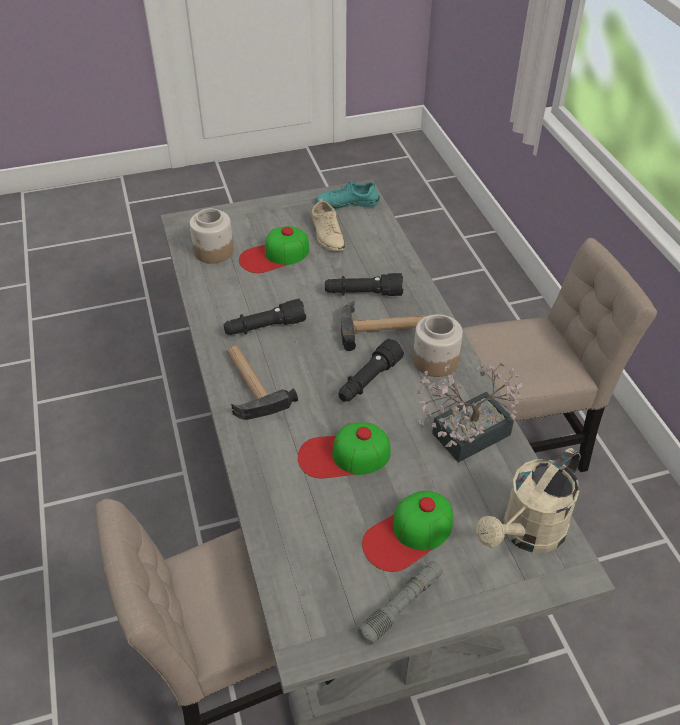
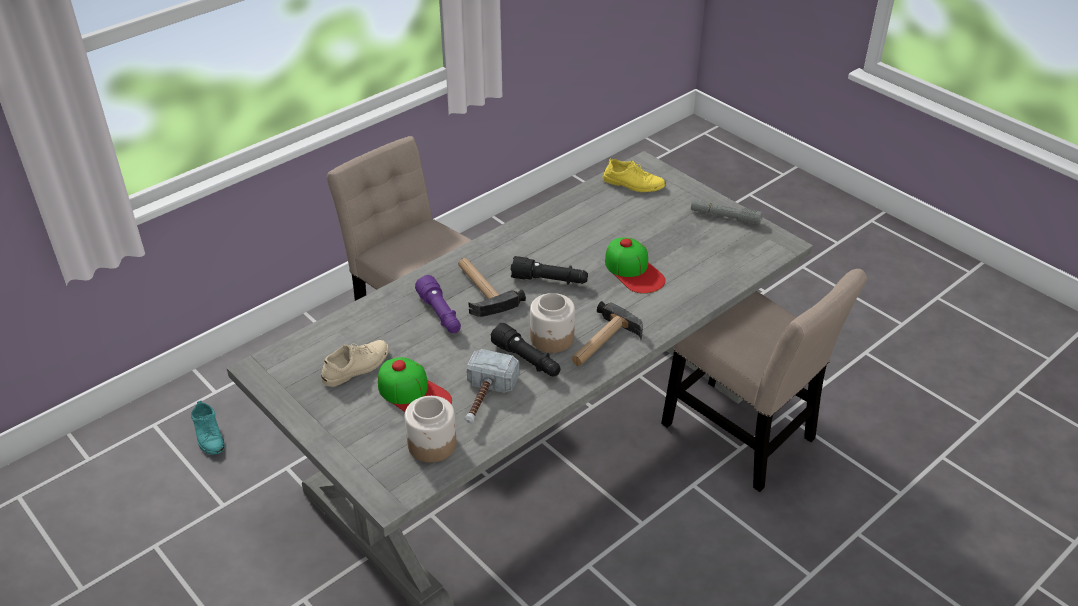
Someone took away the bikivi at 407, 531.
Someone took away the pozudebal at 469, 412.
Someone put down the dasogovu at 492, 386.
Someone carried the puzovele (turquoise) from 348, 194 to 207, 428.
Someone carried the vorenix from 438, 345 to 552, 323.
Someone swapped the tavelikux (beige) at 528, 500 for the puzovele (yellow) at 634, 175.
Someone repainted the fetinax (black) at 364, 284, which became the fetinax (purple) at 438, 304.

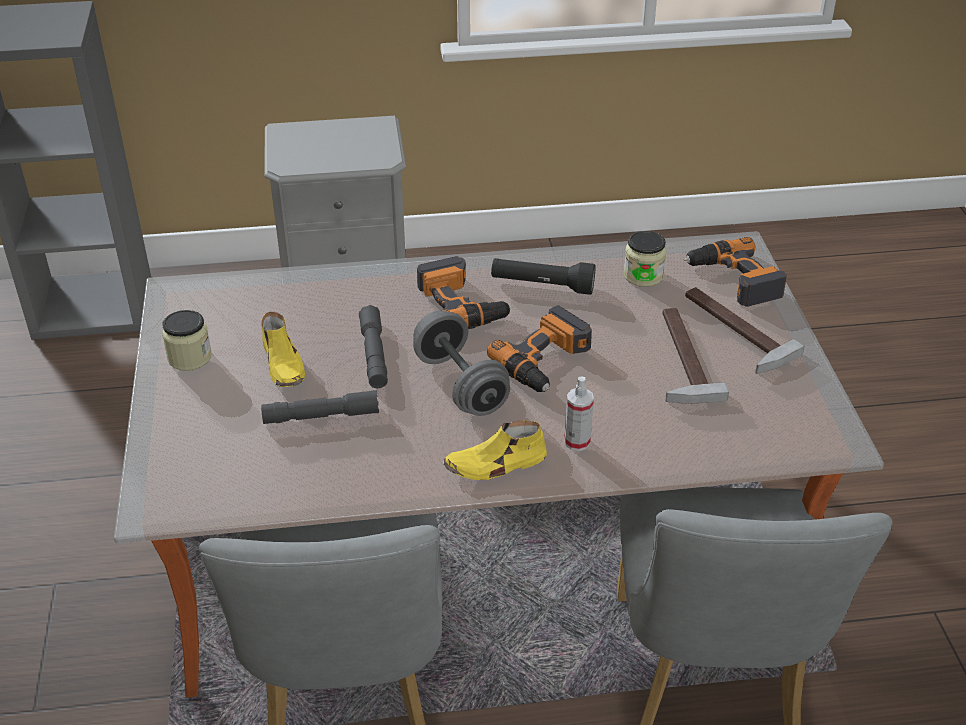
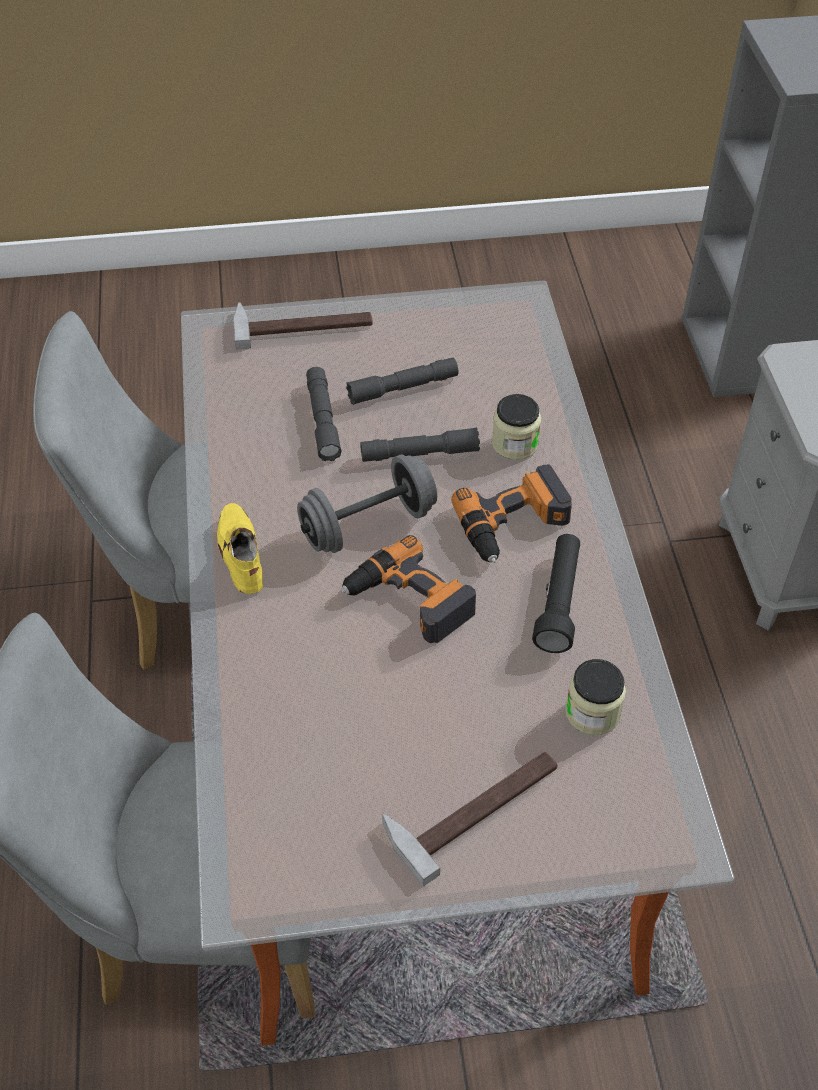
Someone took away the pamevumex at 579, 414.
Someone took away the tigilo at 735, 272.
Someone carried the vorenix from 187, 340 to 516, 427.
Someone carried the dasogovu from 695, 356 to 303, 326.
Someone swapped the puzovele (yellow) at 283, 349 for the fetinax (grey) at 402, 381.

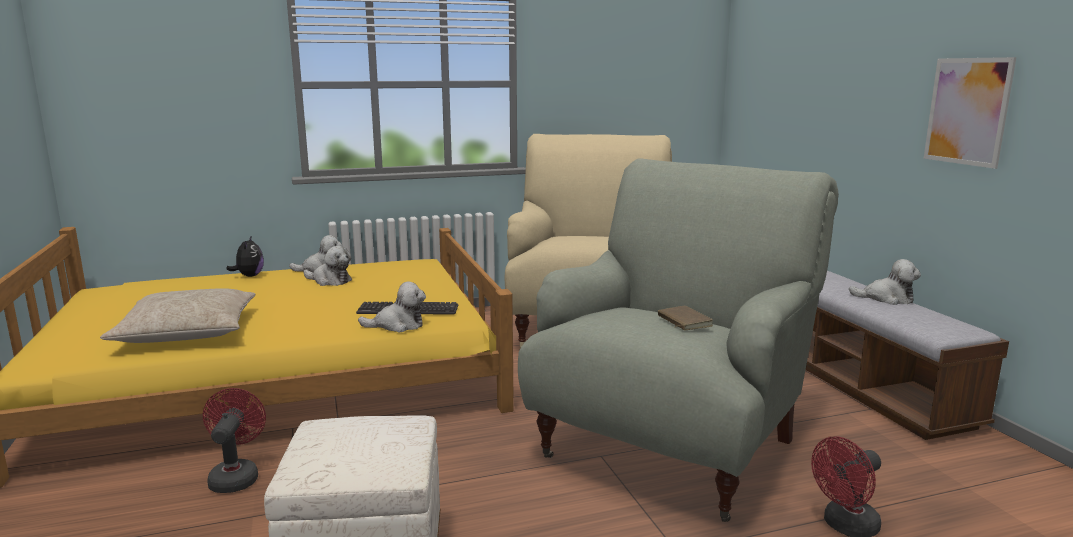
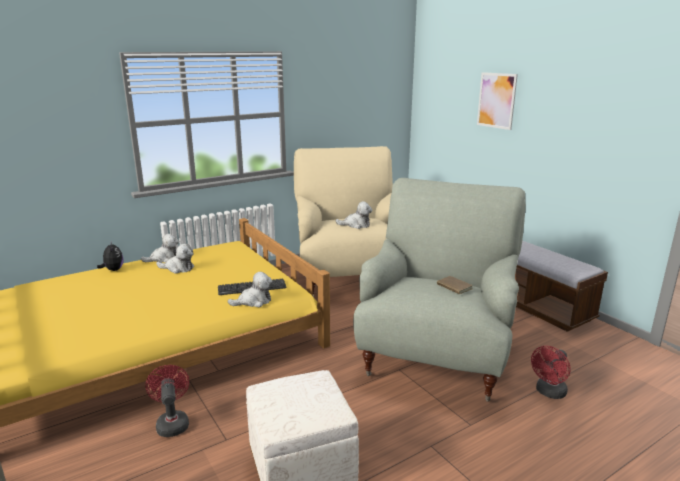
Someone took away the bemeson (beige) at 178, 315.
Someone carried the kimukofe from 885, 282 to 354, 215.
Someone carried the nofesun from 969, 113 to 497, 101.

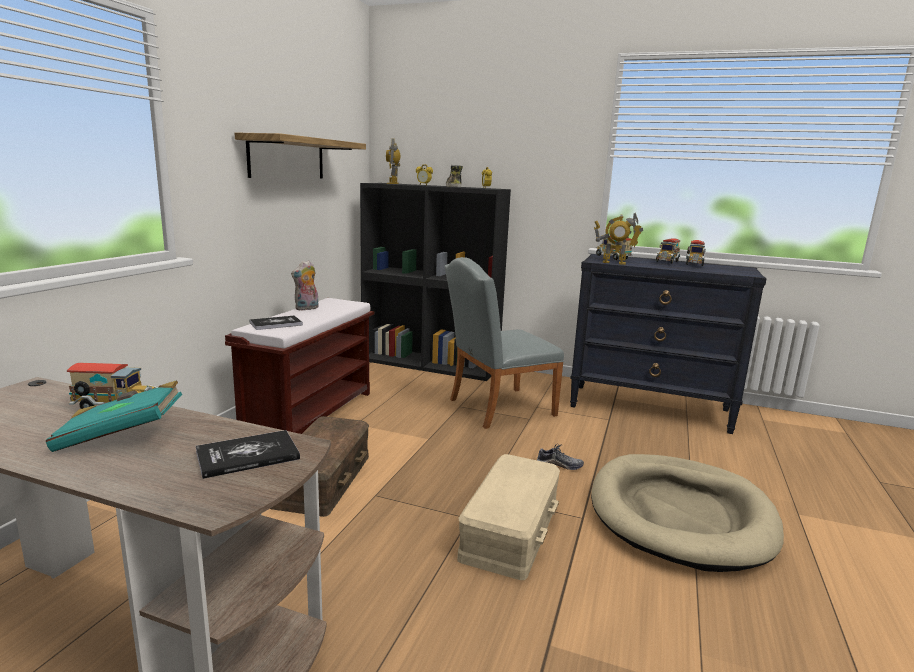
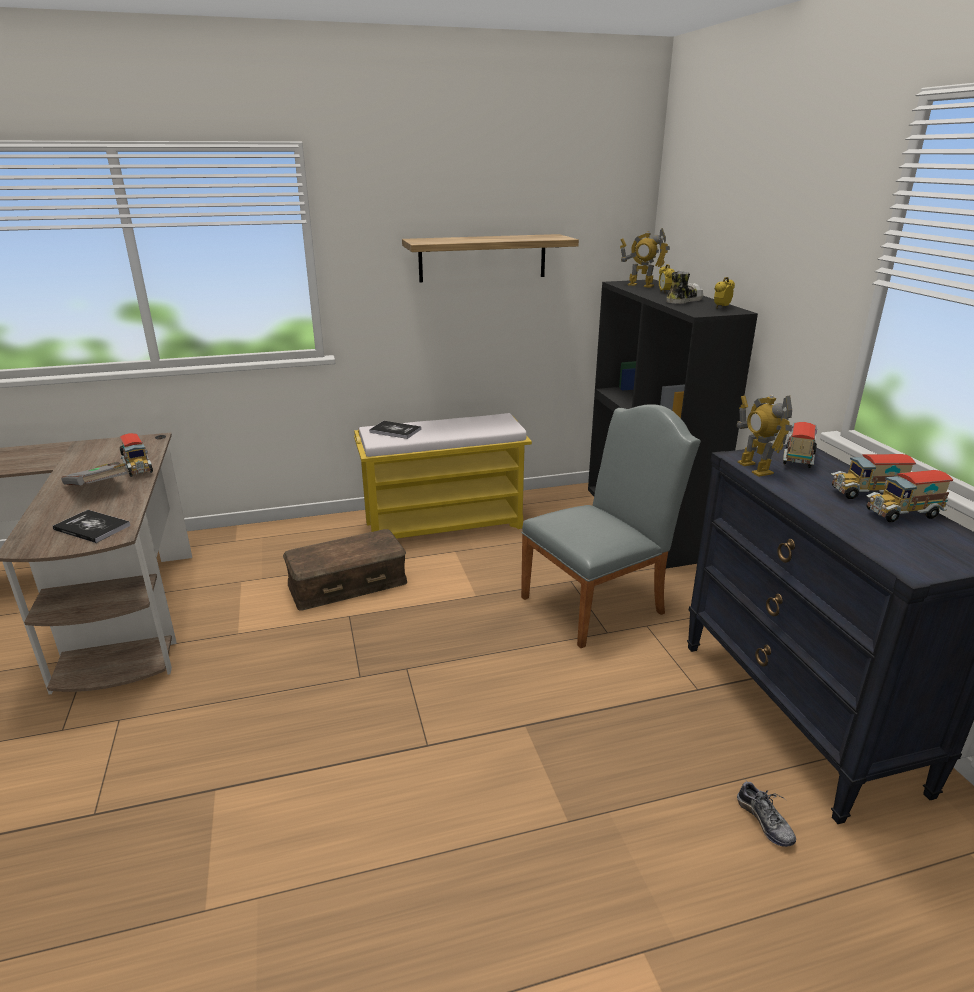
Someone took away the kimukofe at 305, 285.
Someone took away the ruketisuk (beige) at 508, 517.
Someone took away the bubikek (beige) at 687, 513.
Someone carried the puzovele from 560, 457 to 766, 812.
Someone repainted the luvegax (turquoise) at 114, 416, which became the luvegax (grey) at 94, 474.
Someone repainted the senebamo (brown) at 299, 366, which became the senebamo (yellow) at 443, 476.
Someone rotated the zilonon at 393, 161 by 120 degrees counterclockwise.
Someone rotated the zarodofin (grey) at 504, 343 by 120 degrees clockwise.

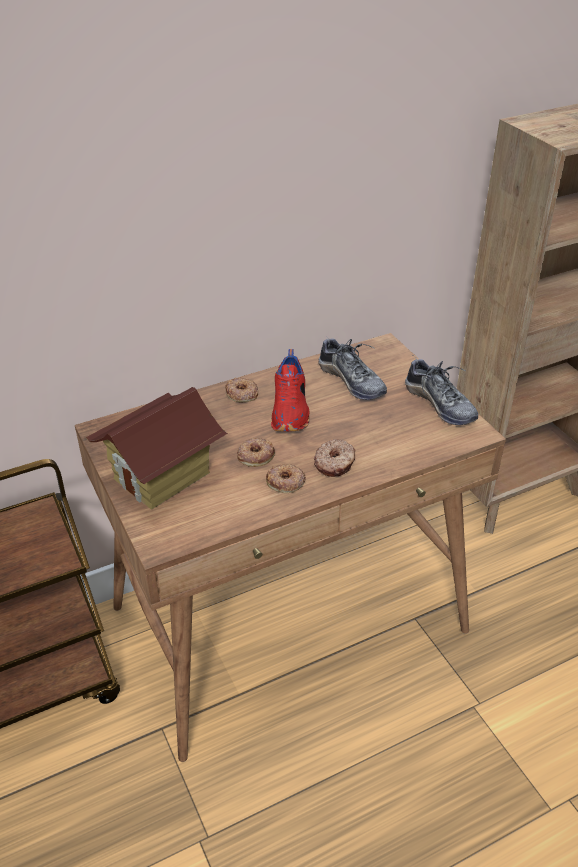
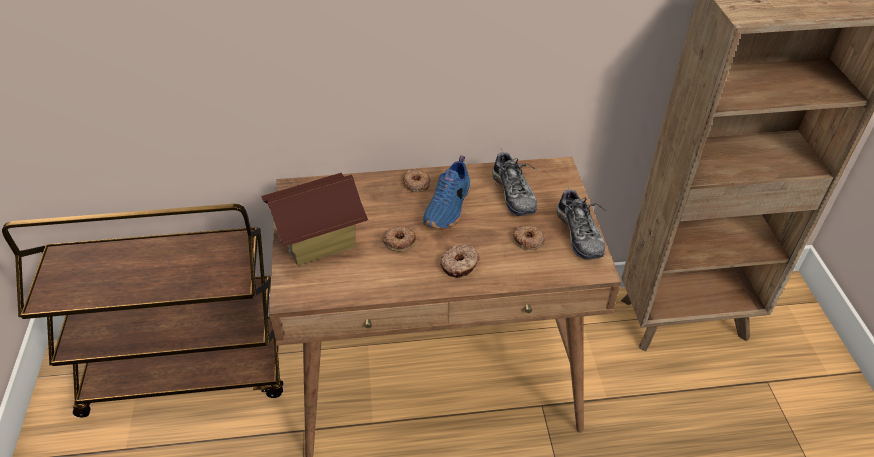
Someone carried the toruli from 286, 478 to 529, 237.
Someone repainted the puzovele (red) at 290, 390, which became the puzovele (blue) at 446, 192.

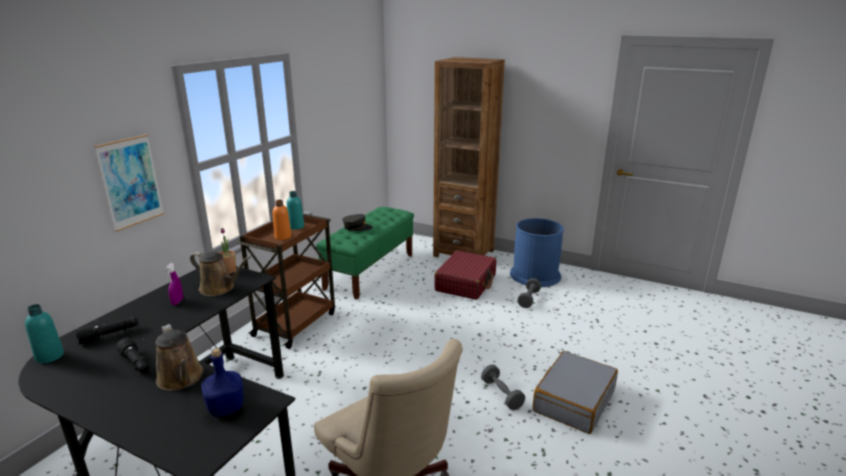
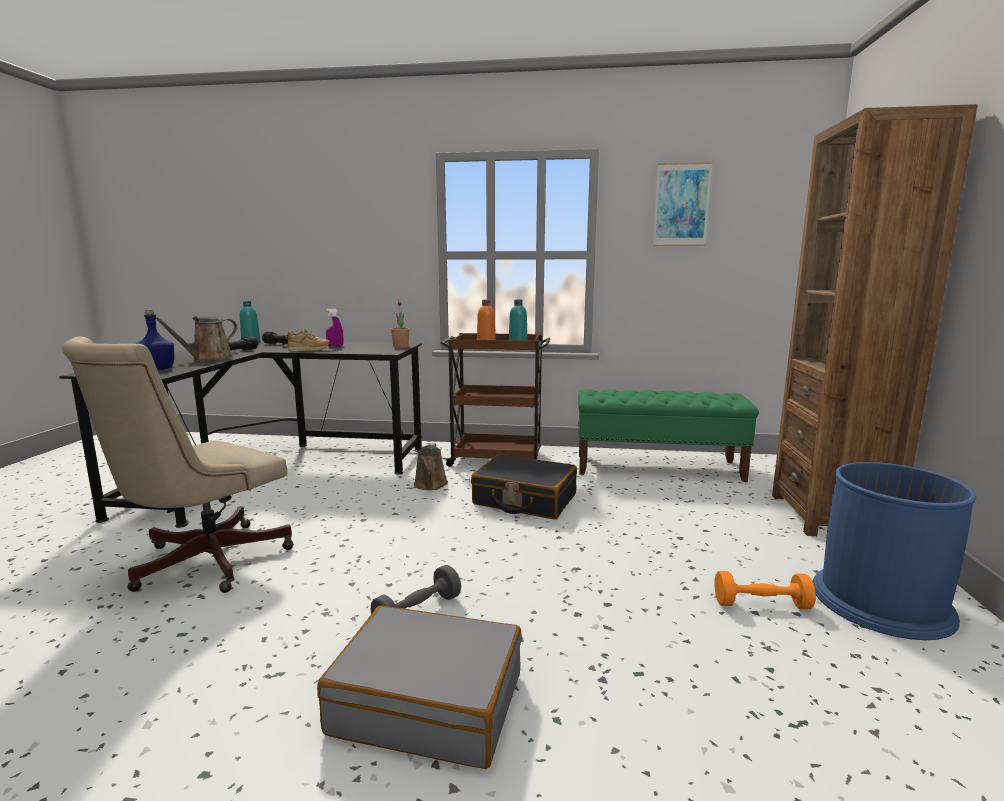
Someone took away the bikivi (grey) at 357, 222.
Someone took away the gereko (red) at 465, 275.
Someone put down the puzovele (beige) at 309, 340.
Someone put down the gereko (black) at 524, 486.
Someone carried the nofesun from 129, 183 to 682, 204.
Someone carried the tavelikux (brown) from 220, 273 to 431, 467.
Someone repainted the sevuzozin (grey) at 529, 293, which became the sevuzozin (orange) at 765, 590.

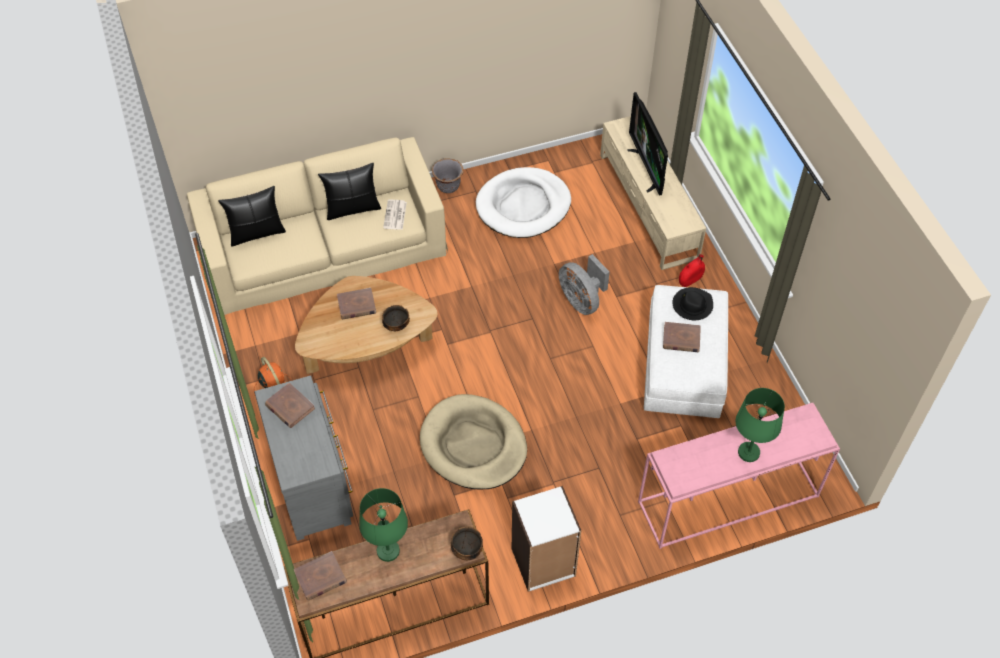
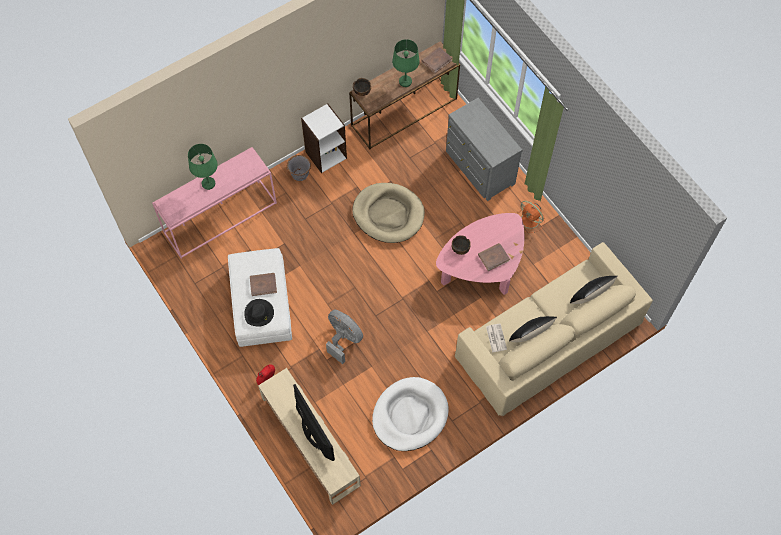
Someone took away the luvegax (brown) at 290, 405.
Someone carried the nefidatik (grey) from 448, 175 to 299, 168.
Someone repainted the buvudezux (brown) at 366, 325, which became the buvudezux (pink) at 480, 254.

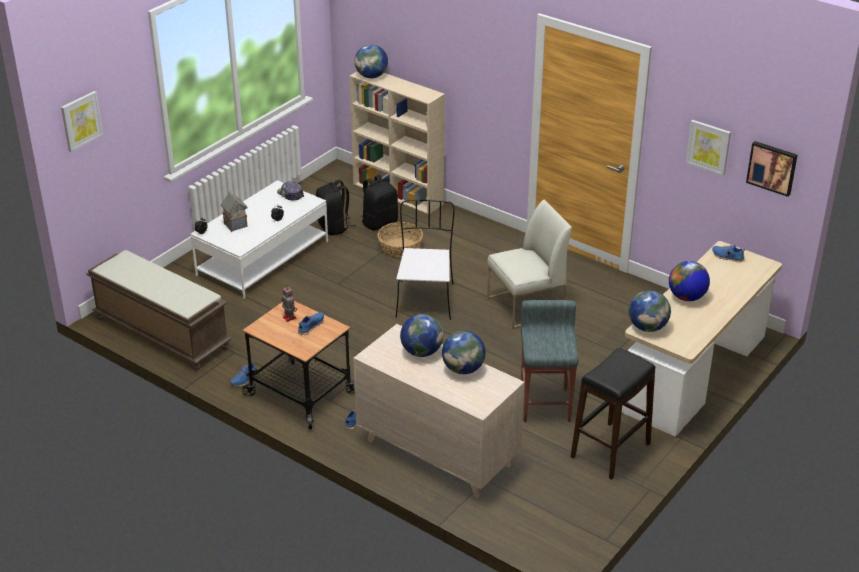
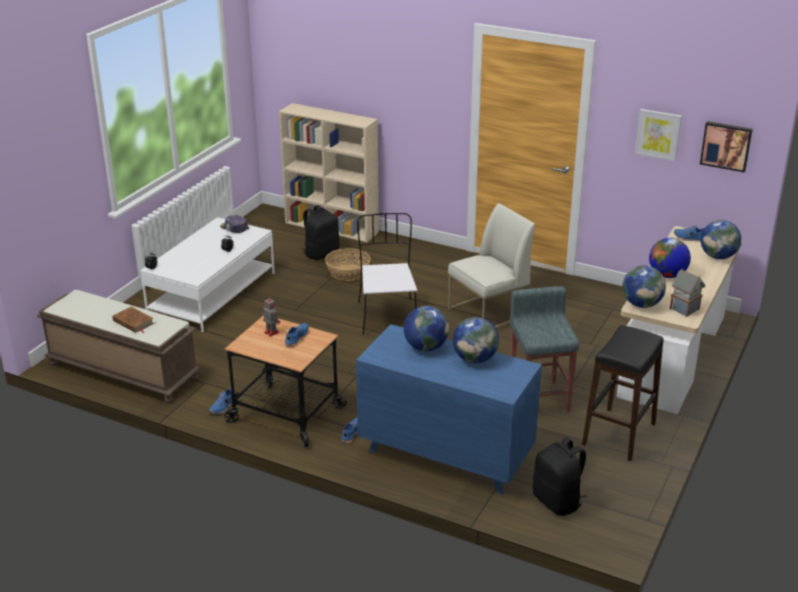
Someone took away the nofesun at 82, 121.
Someone put down the luvegax (brown) at 133, 320.
Someone carried the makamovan from 234, 211 to 687, 292.
Someone carried the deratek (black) from 336, 207 to 560, 476.
Someone carried the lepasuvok from 371, 61 to 721, 239.
Someone repainted the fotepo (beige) at 439, 411, which became the fotepo (blue) at 449, 409.

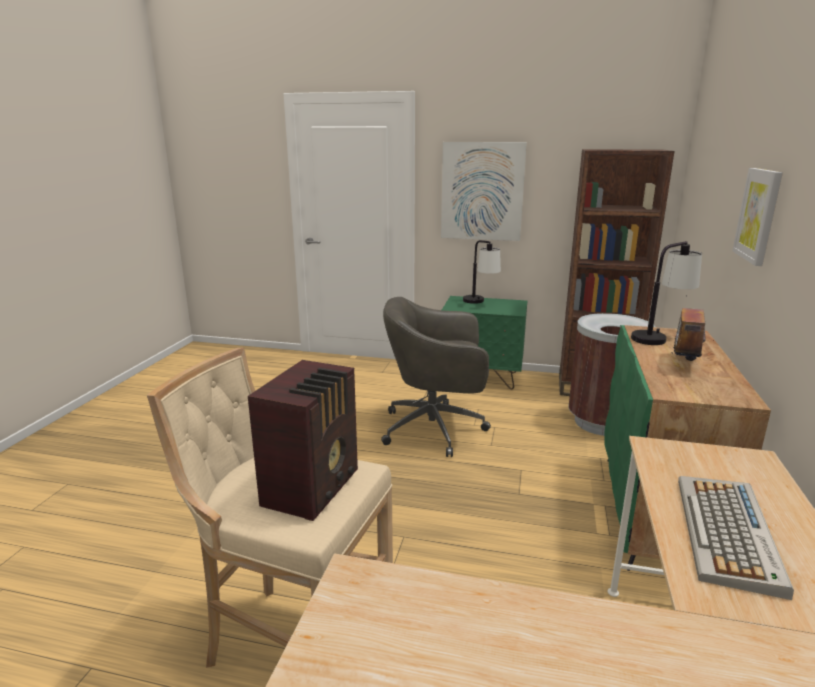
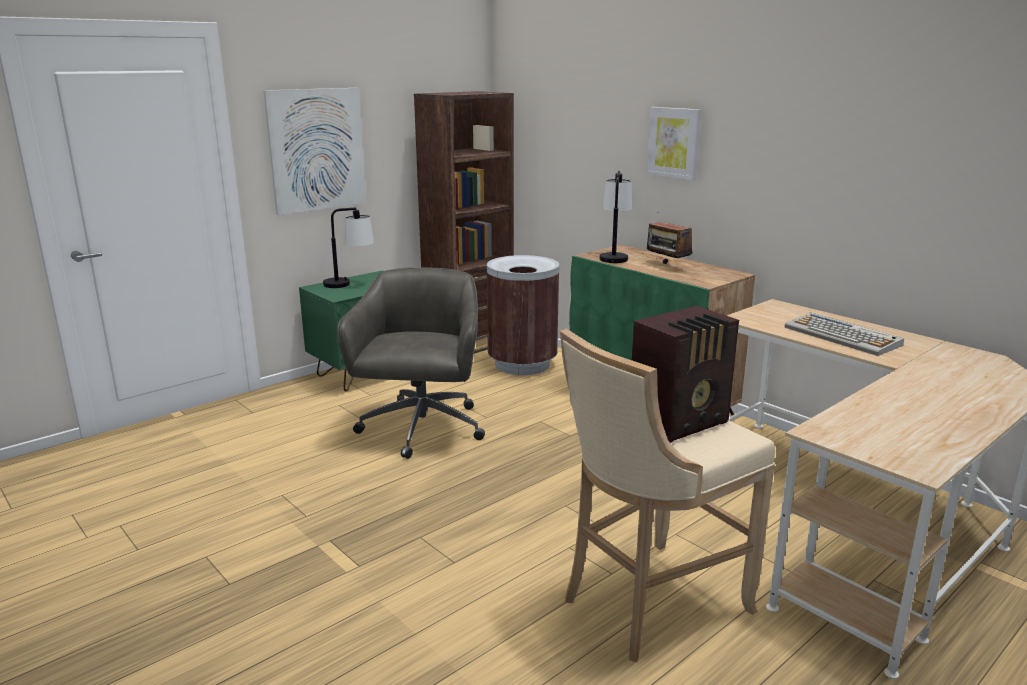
Someone rotated the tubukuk at 303, 440 by 90 degrees clockwise.
Someone rotated the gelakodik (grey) at 436, 377 by 150 degrees clockwise.

